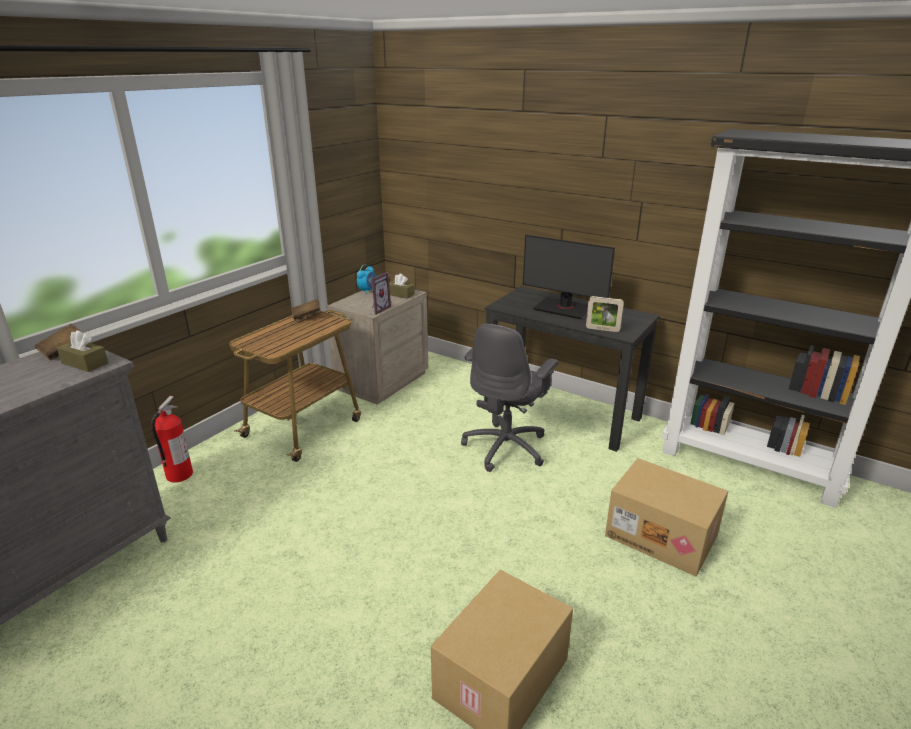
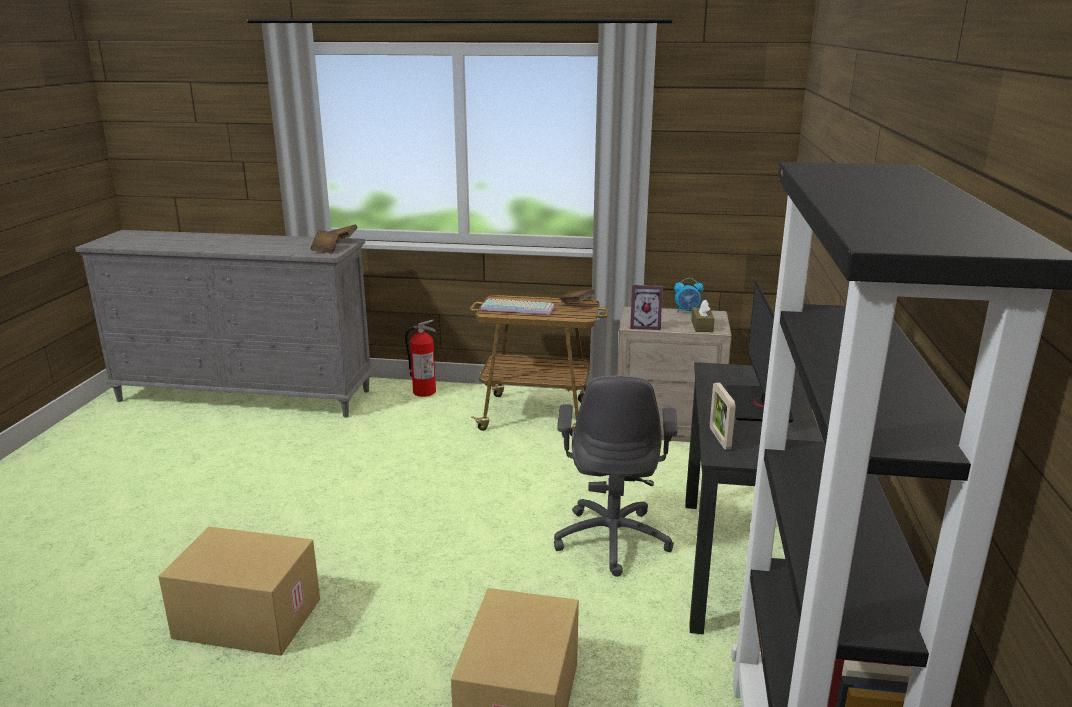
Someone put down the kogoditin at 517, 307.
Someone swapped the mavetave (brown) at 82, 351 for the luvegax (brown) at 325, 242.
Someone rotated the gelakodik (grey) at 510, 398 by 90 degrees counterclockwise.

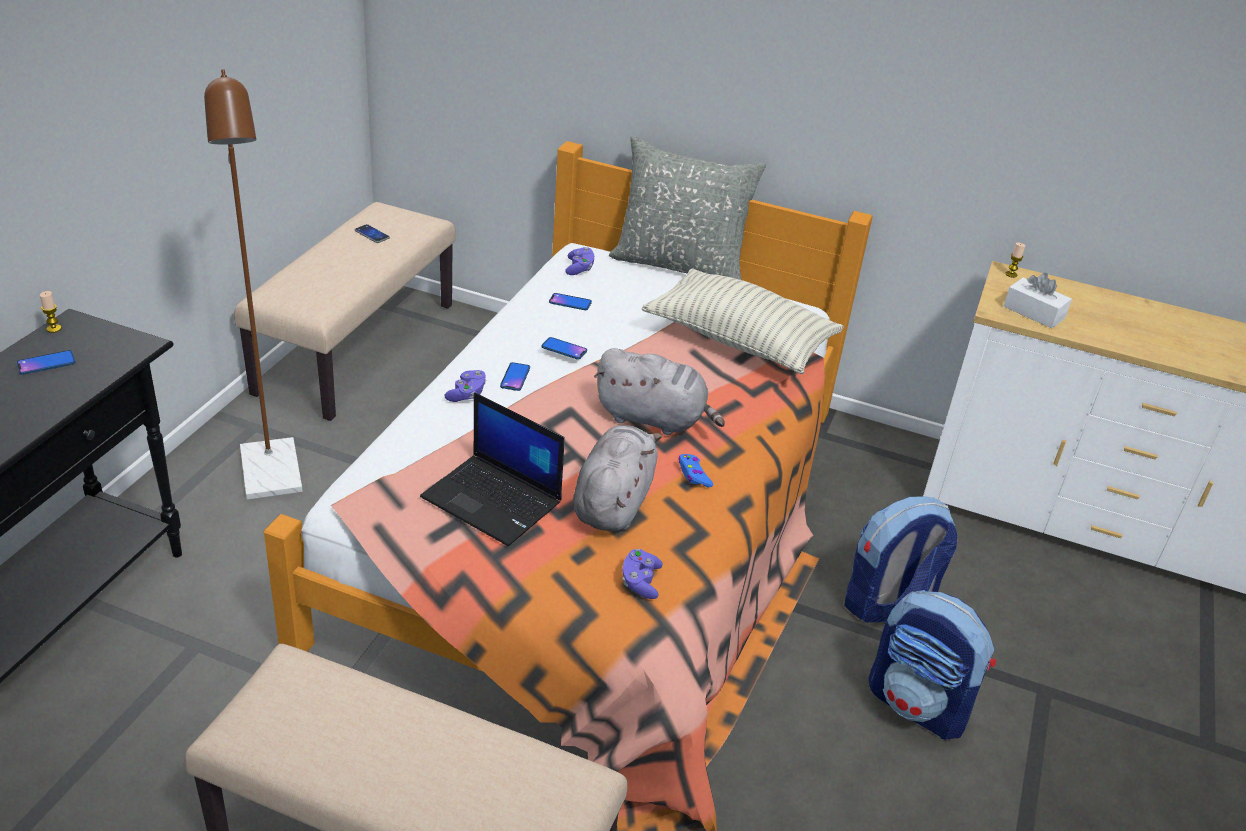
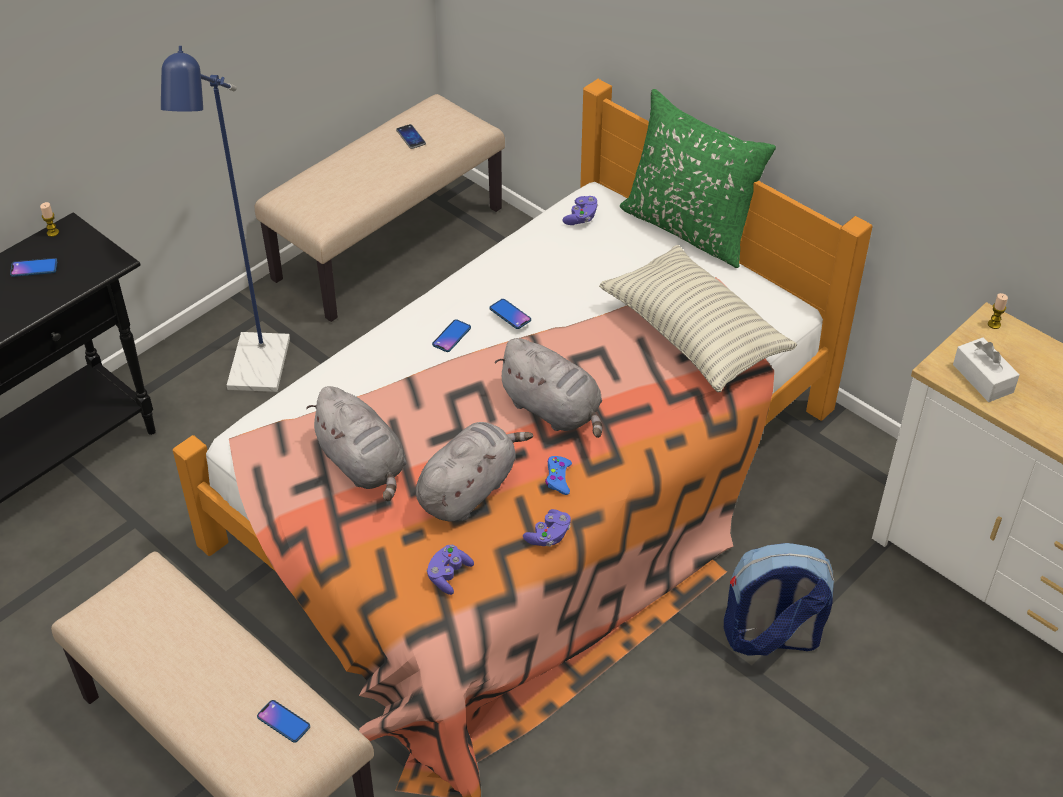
Someone took away the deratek at 932, 665.
Someone carried the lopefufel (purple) from 465, 386 to 547, 527.
Someone carried the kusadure from 570, 301 to 283, 721.
Someone swapped the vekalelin at 492, 469 for the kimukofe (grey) at 356, 443.
Someone repainted the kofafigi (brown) at 253, 284, which became the kofafigi (blue) at 225, 219.
Someone repainted the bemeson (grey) at 687, 207, which became the bemeson (green) at 698, 178.

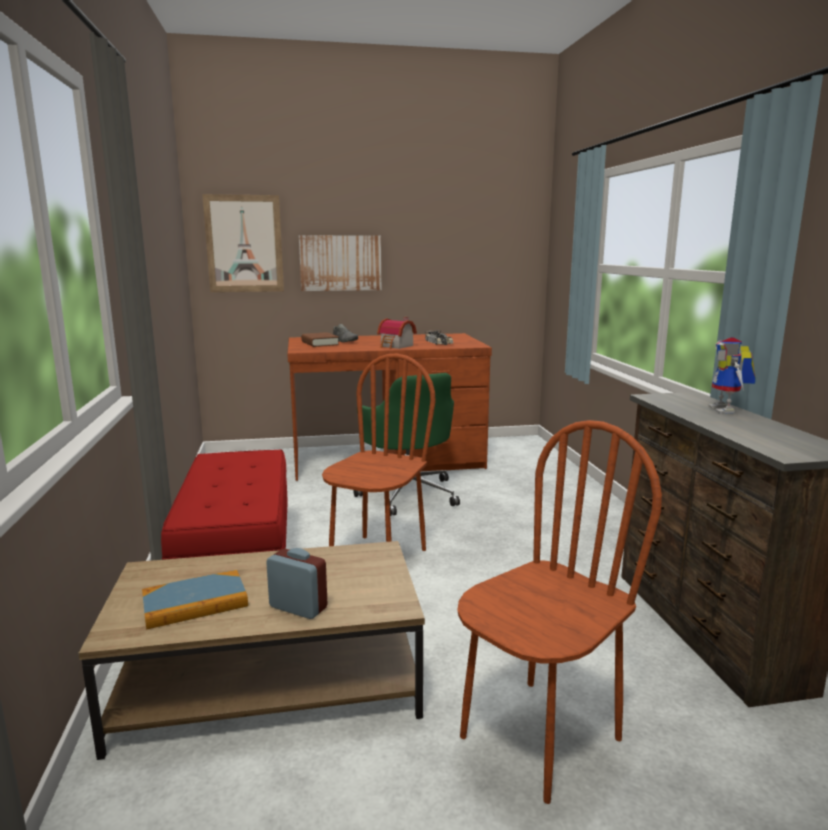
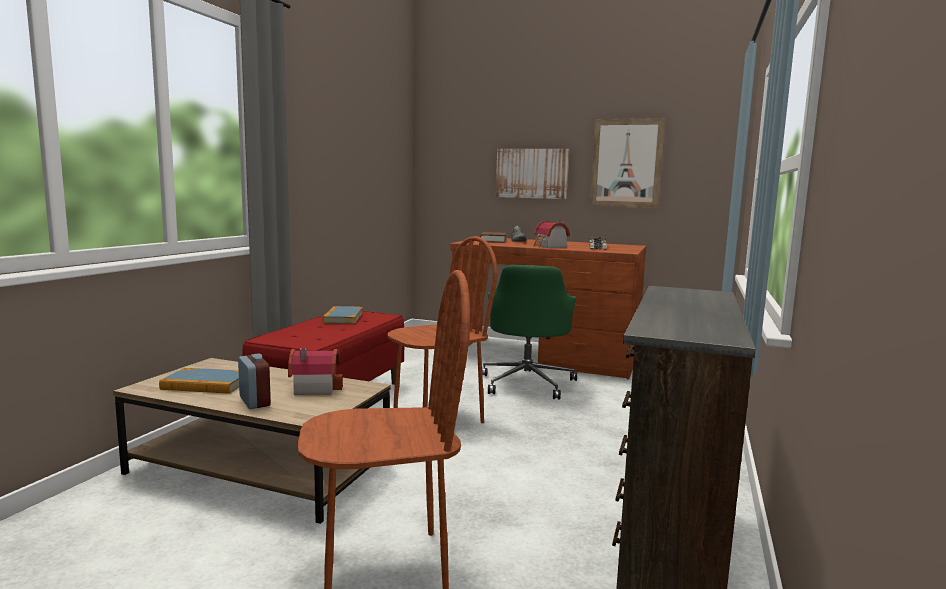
Someone took away the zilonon at 732, 375.
Someone put down the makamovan at 315, 371.
Someone put down the luvegax at 342, 315.
Someone carried the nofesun from 243, 243 to 627, 163.

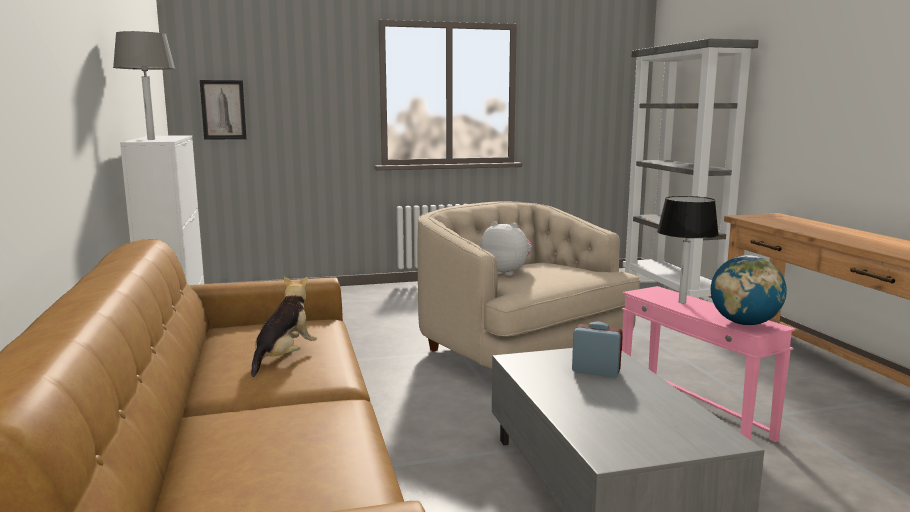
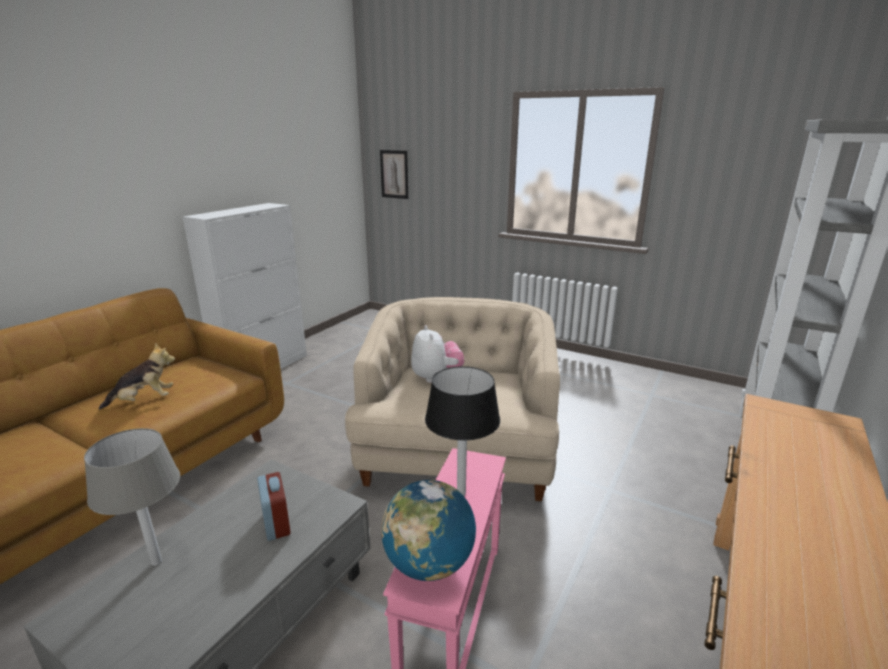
Someone carried the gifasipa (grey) from 144, 85 to 132, 497.

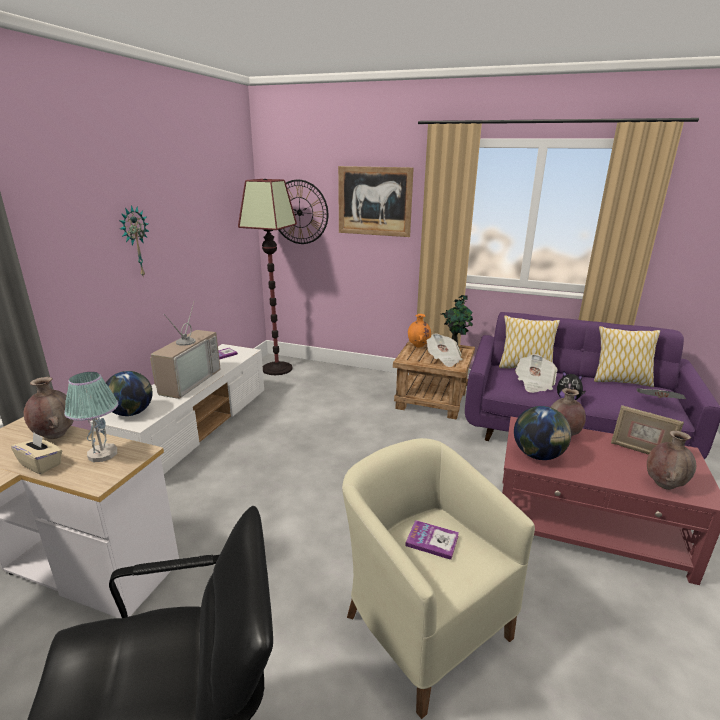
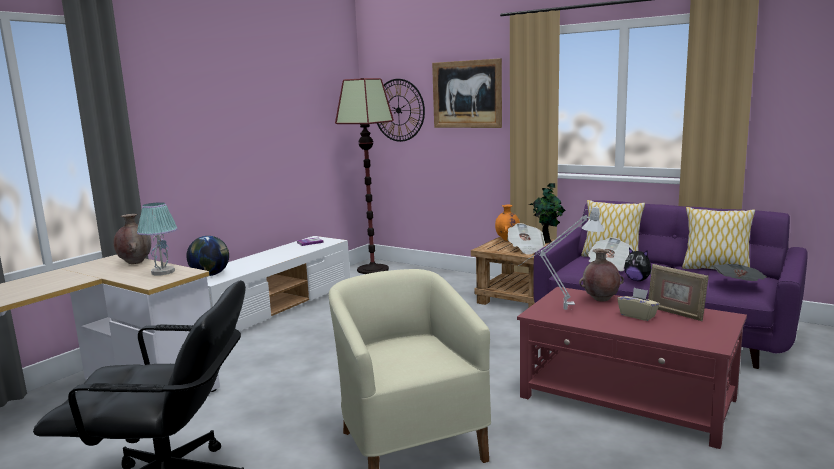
Someone took away the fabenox at 134, 241.
Someone took away the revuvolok at 185, 351.
Someone took away the luvegax at 432, 540.
Someone took away the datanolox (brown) at 671, 460.
Someone carried the mavetave (beige) from 36, 453 to 638, 304.
Someone swapped the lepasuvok at 542, 433 for the gifasipa (grey) at 561, 258.

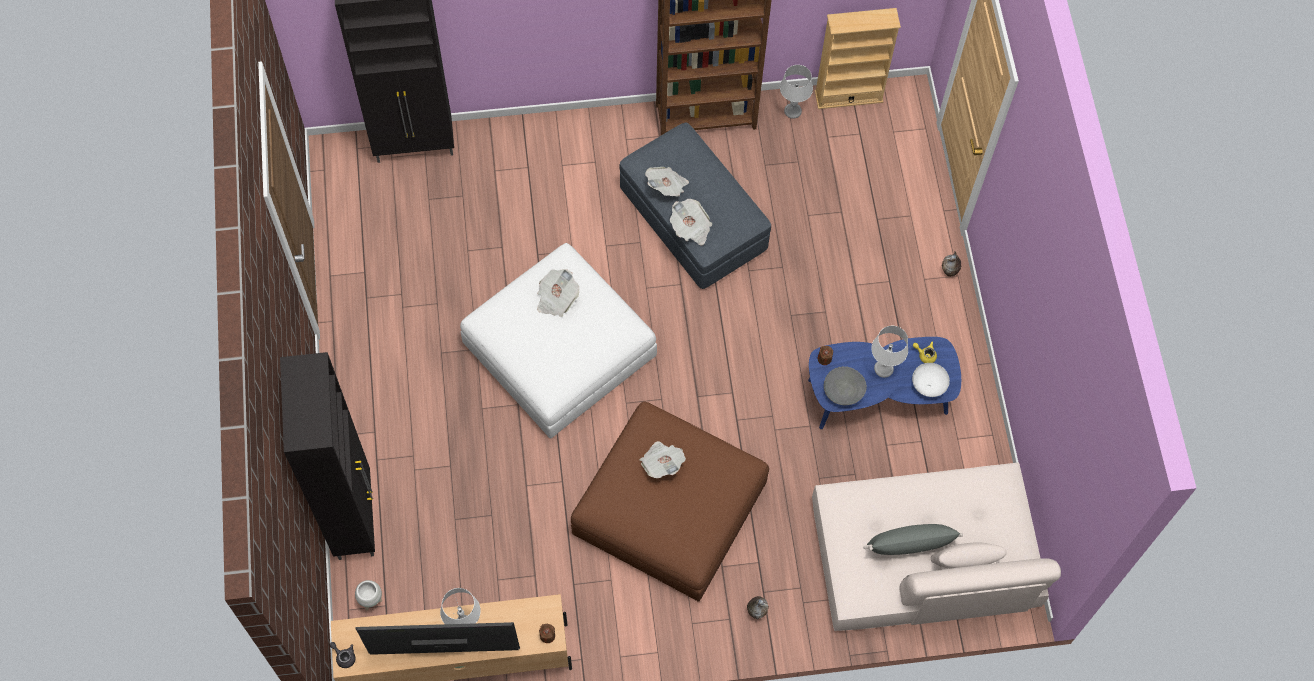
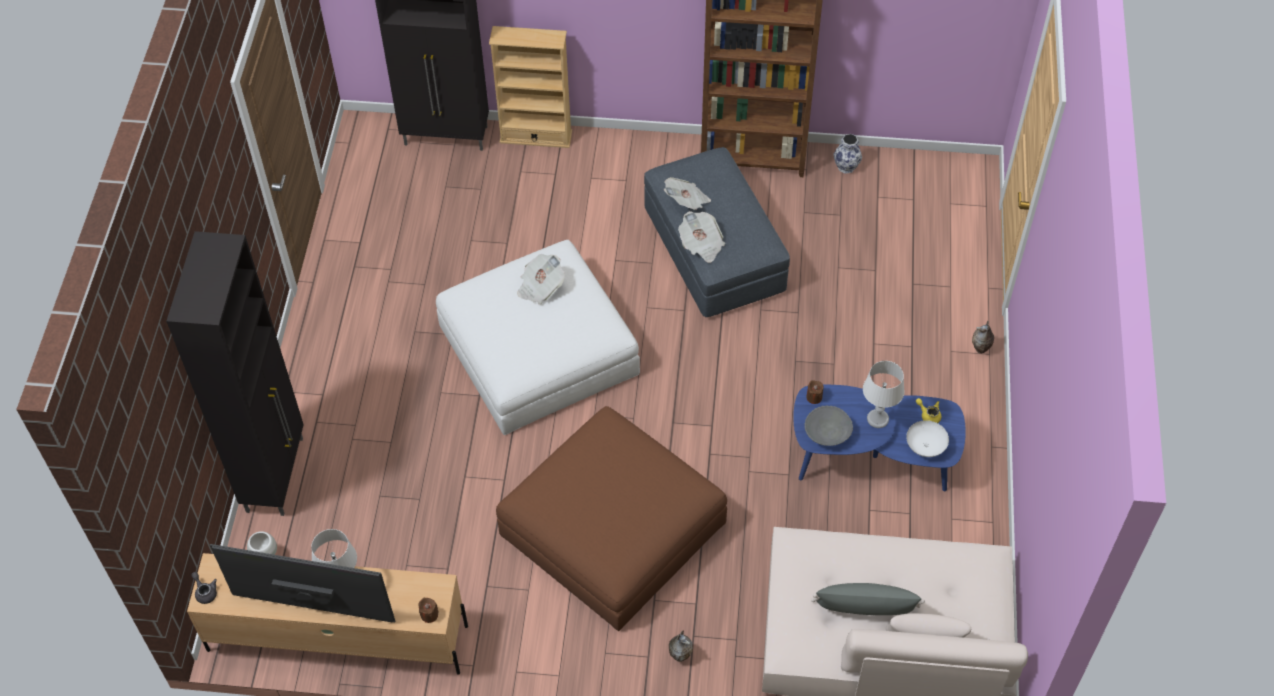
Someone took away the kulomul at 662, 459.
Someone carried the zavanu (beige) from 858, 58 to 530, 87.
Someone swapped the gifasipa (grey) at 796, 92 for the datanolox at 847, 154.

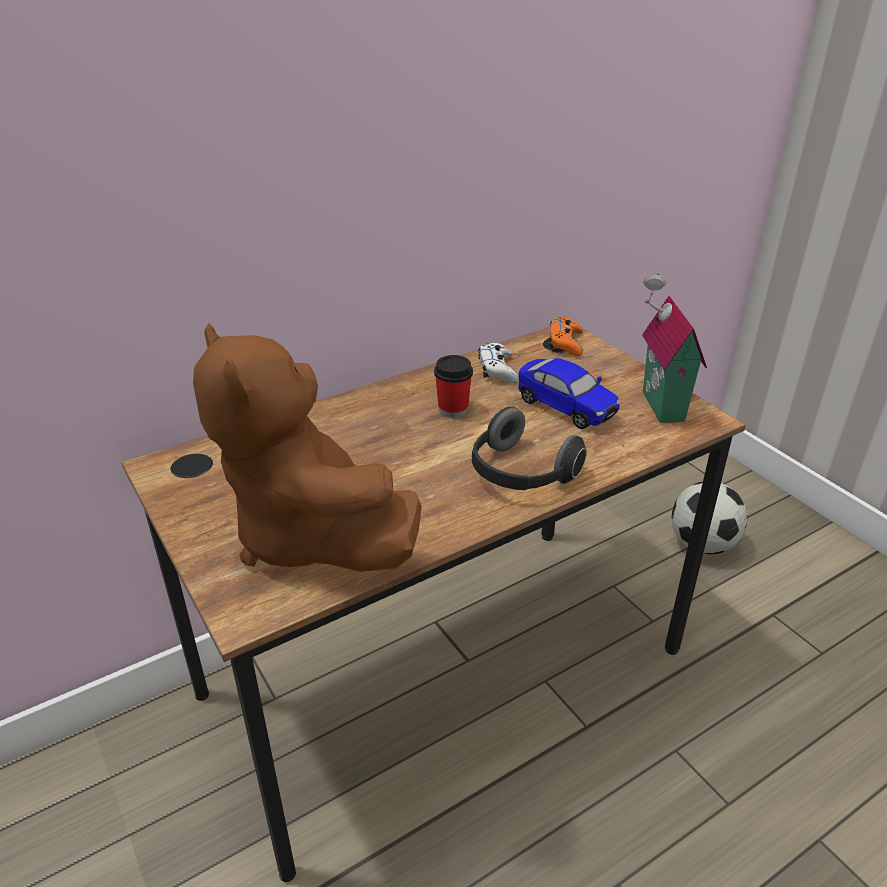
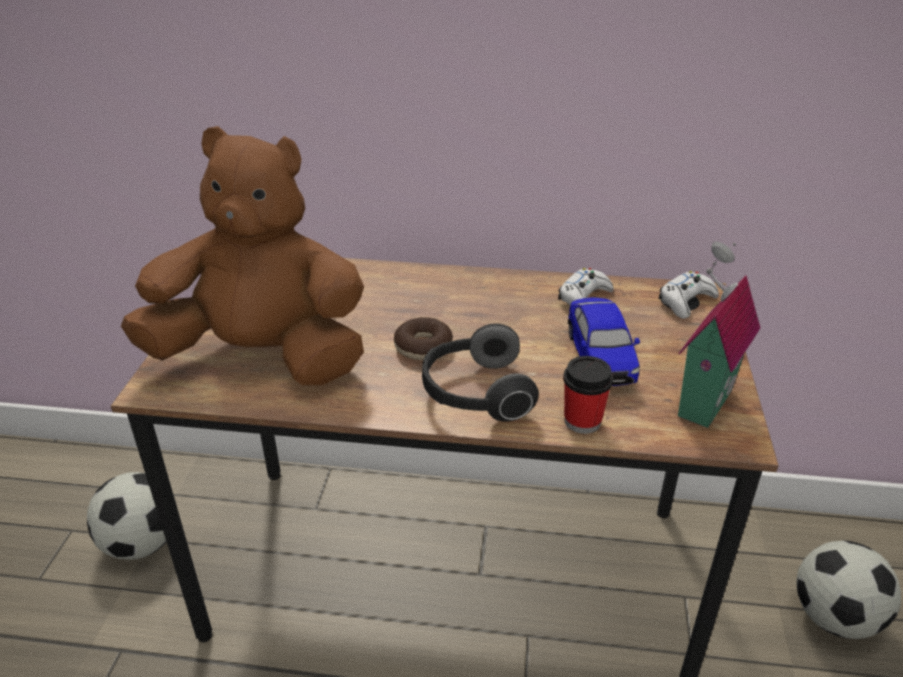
Someone put down the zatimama at 131, 516.
Someone put down the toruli at 423, 338.
Someone carried the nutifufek from 453, 386 to 588, 395.
Someone repainted the lopefufel (orange) at 566, 336, which became the lopefufel (white) at 688, 295.
Someone rotated the kimukofe (brown) at 307, 447 by 90 degrees clockwise.

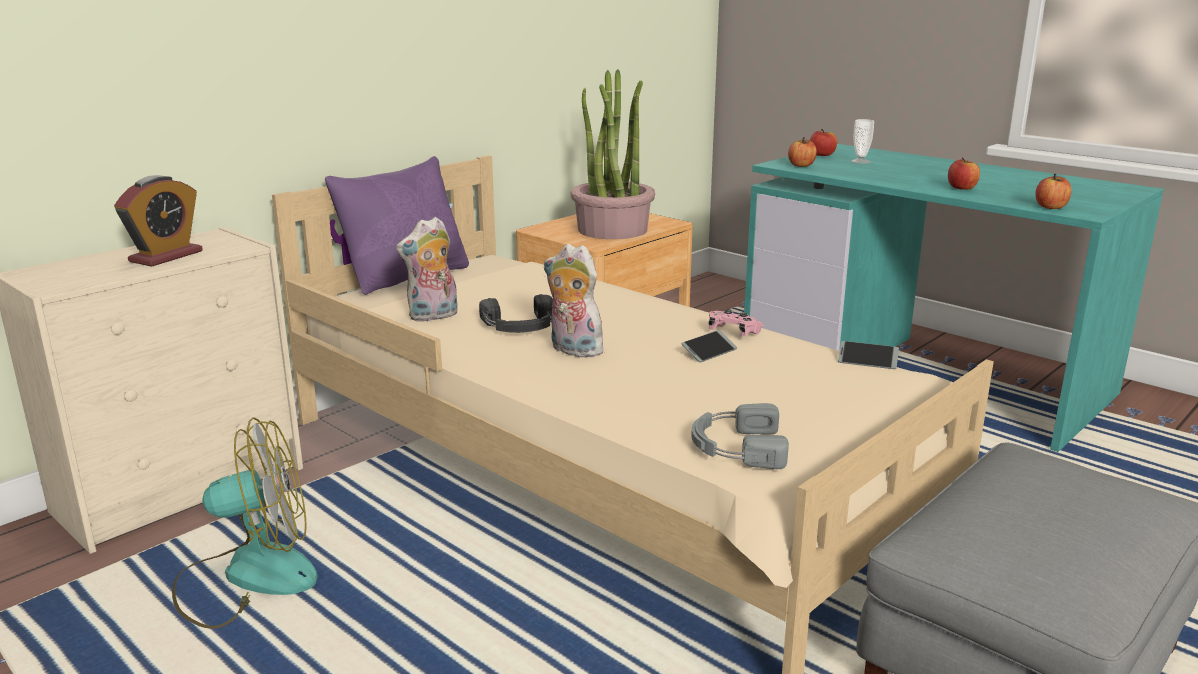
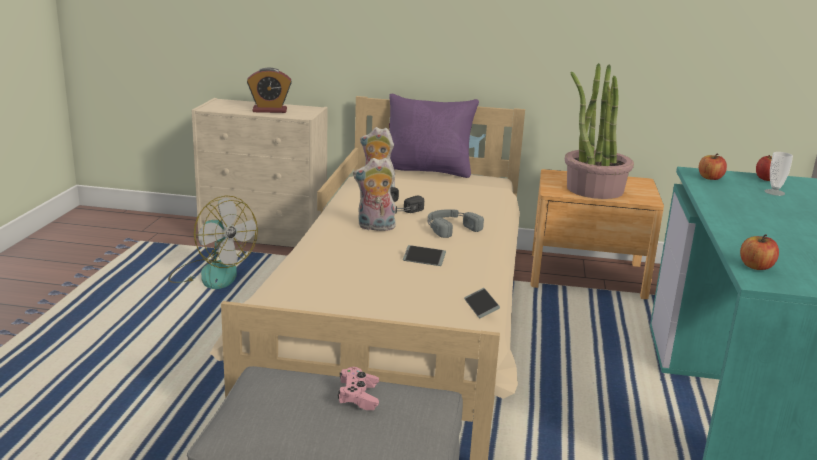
Someone took away the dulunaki at 964, 173.
Someone carried the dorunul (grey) from 740, 436 to 456, 223.
Someone carried the lopefufel (pink) from 736, 323 to 358, 388.
Someone rotated the kimukofe at 574, 300 by 90 degrees counterclockwise.

